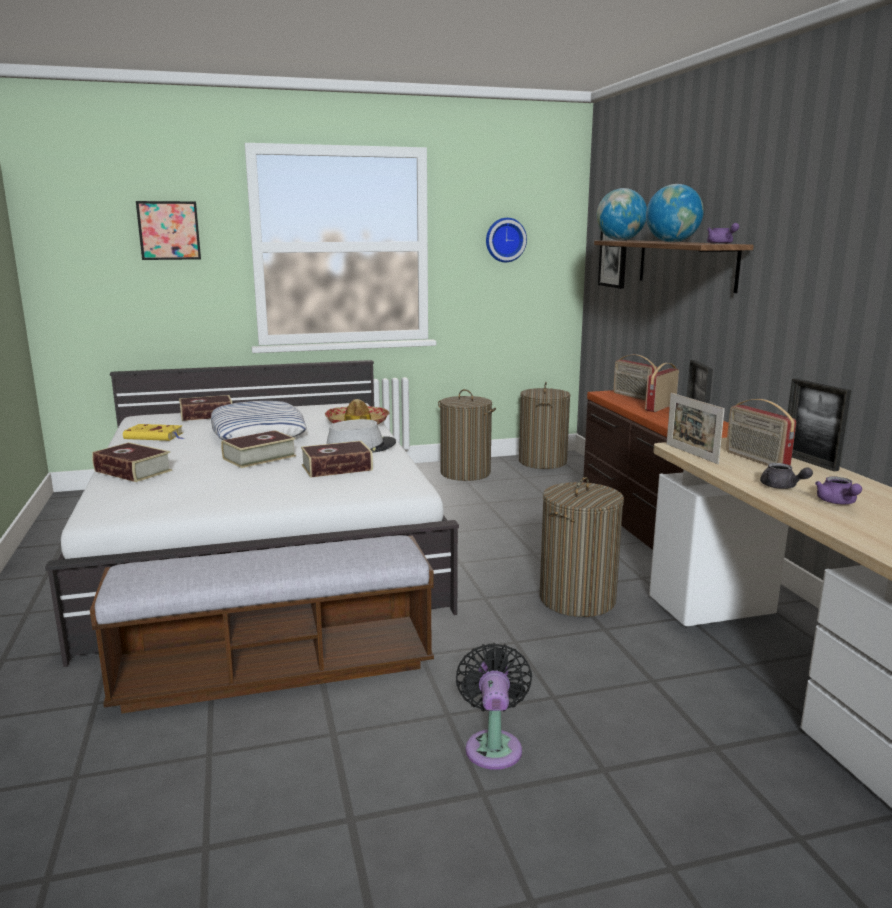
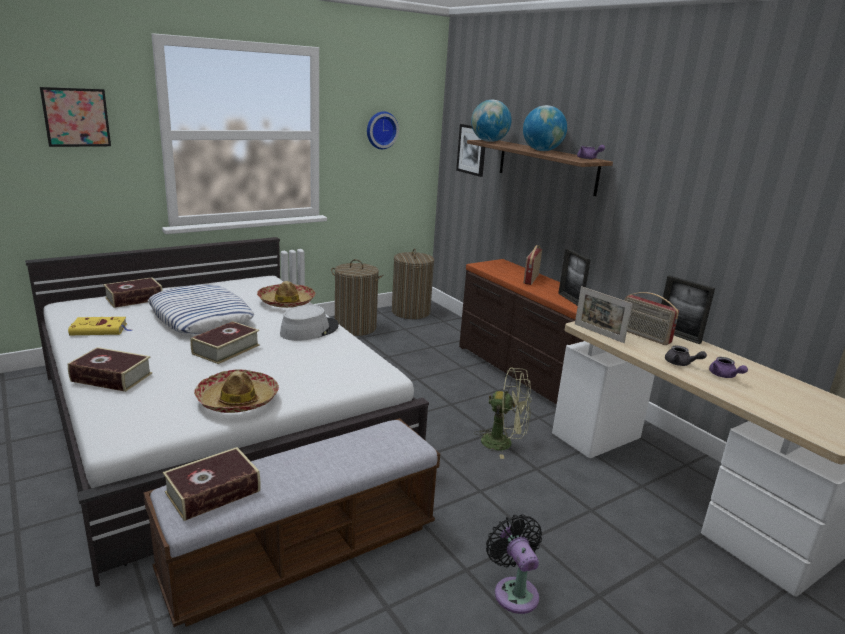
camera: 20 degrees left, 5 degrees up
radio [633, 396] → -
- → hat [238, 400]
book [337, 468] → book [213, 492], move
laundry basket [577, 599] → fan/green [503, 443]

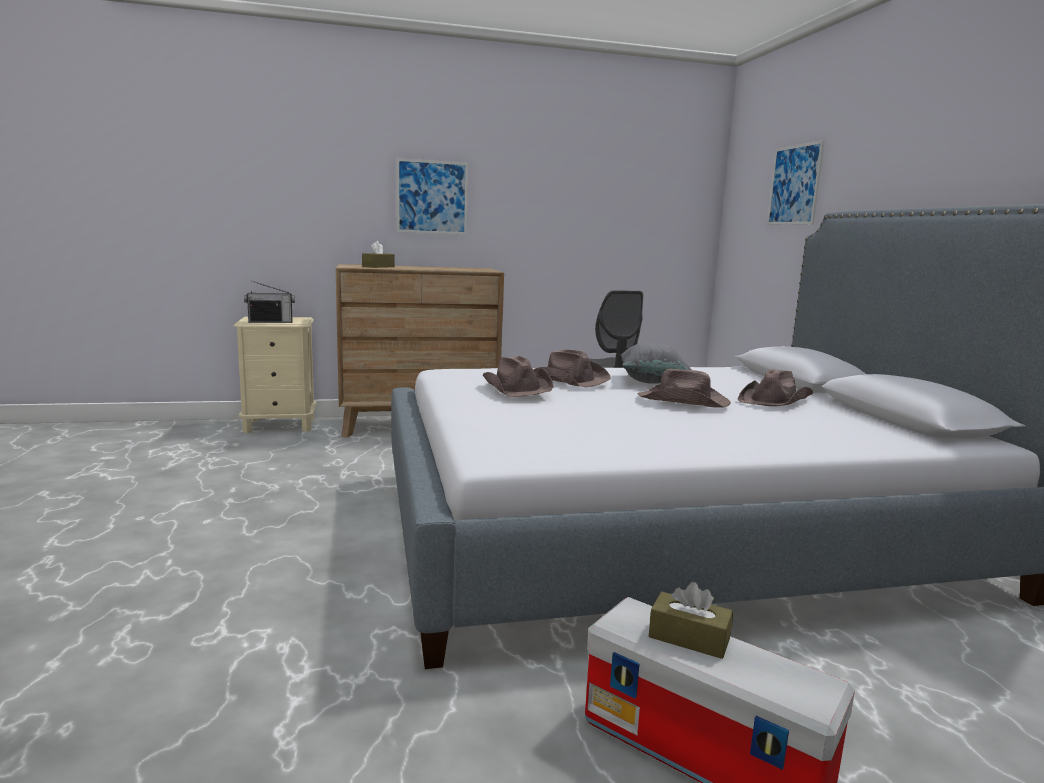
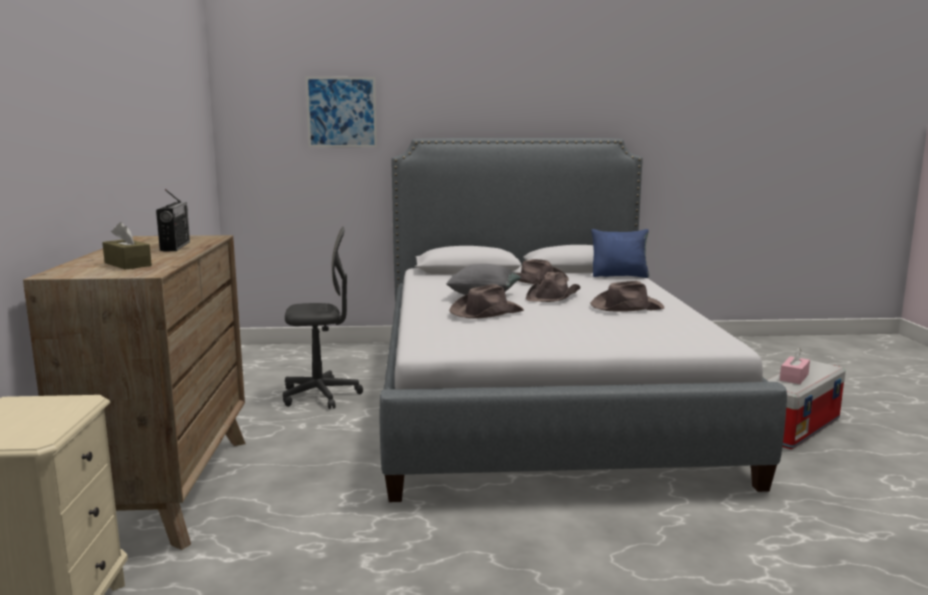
camera: 80 degrees left, 0 degrees up
picture [432, 197] → -
- → pillow/blue [619, 276]
radio [270, 322] → radio [175, 246], move
hat/brown [518, 387] → hat/brown [625, 307], move
tissue box/brown [689, 638] → tissue box/pink [794, 377]

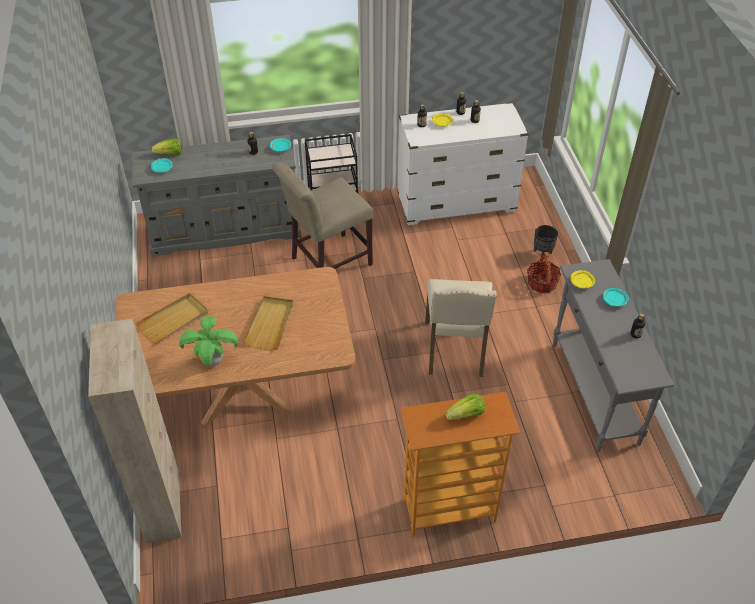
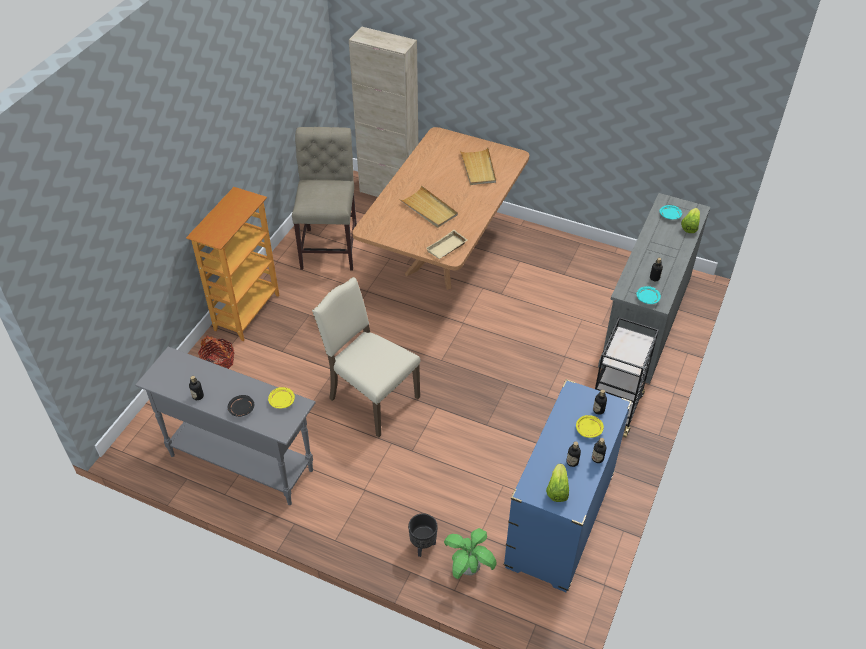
camera: 125 degrees right, 0 degrees up
- → tray/beige [447, 248]
potted plant [213, 361] → potted plant [468, 569], move
chair/beige [327, 262] → chair/beige [330, 246], move
lettuce [466, 414] → lettuce [557, 490], move
basket [542, 283] → basket [218, 362], move
dresser/white [456, 203] → dresser/blue [560, 521]
plate/turquoise [614, 300] → plate/black [241, 409]

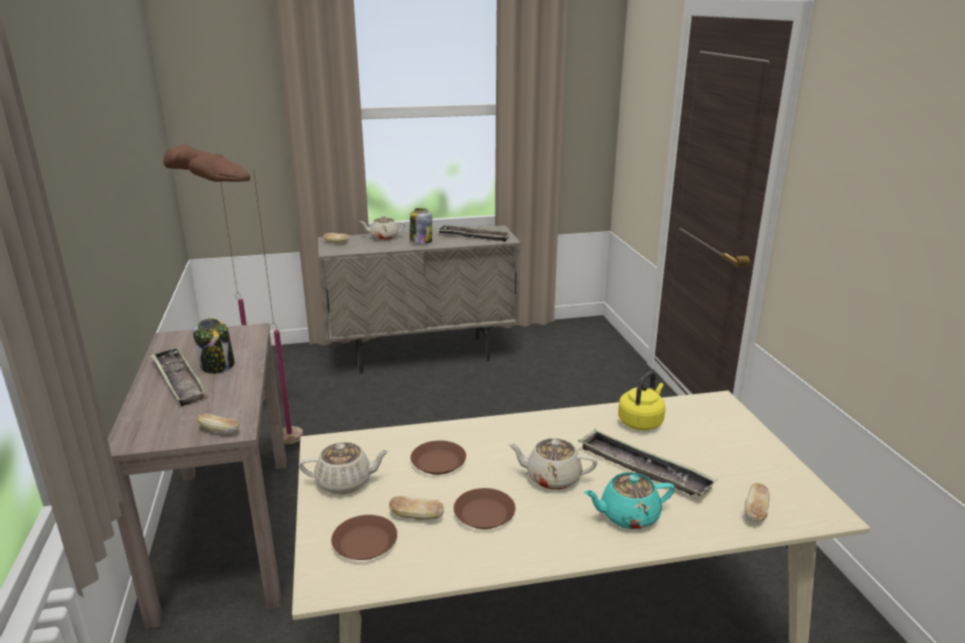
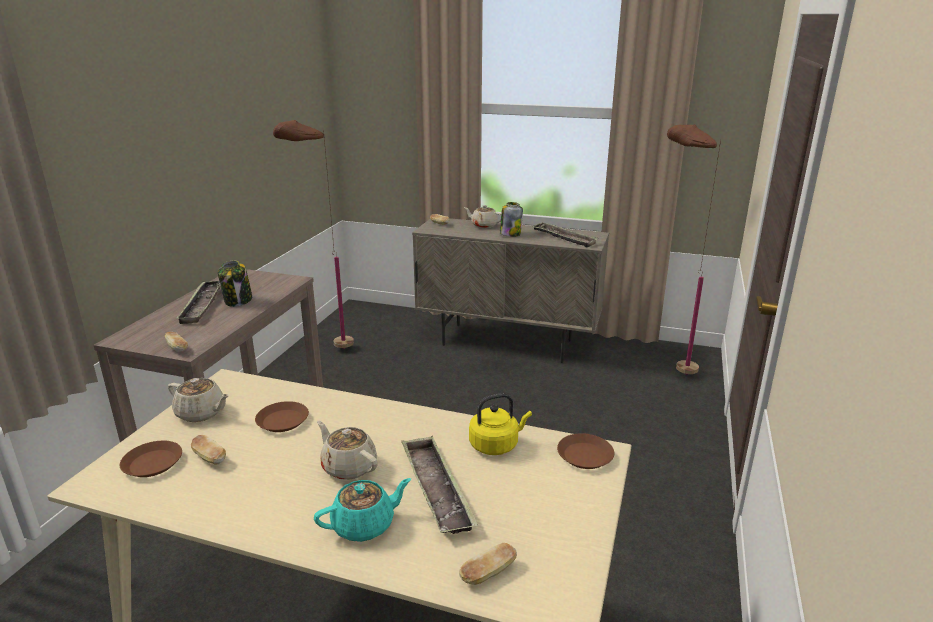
camera: 30 degrees right, 0 degrees up
floor lamp/brown [269, 442] → floor lamp/brown [668, 369], move
plate/brown [484, 513] → plate/brown [585, 455], move
teapot/turquoise [628, 516] → teapot/turquoise [364, 525], 135 degrees clockwise

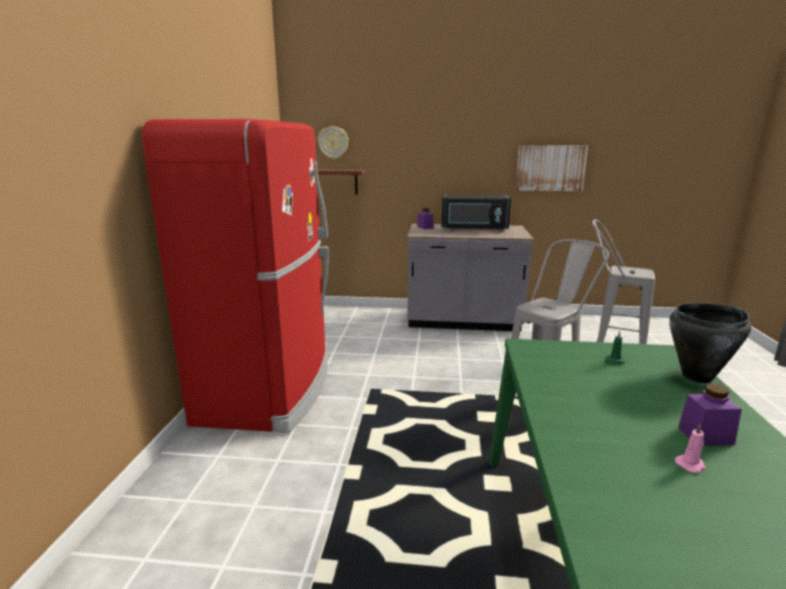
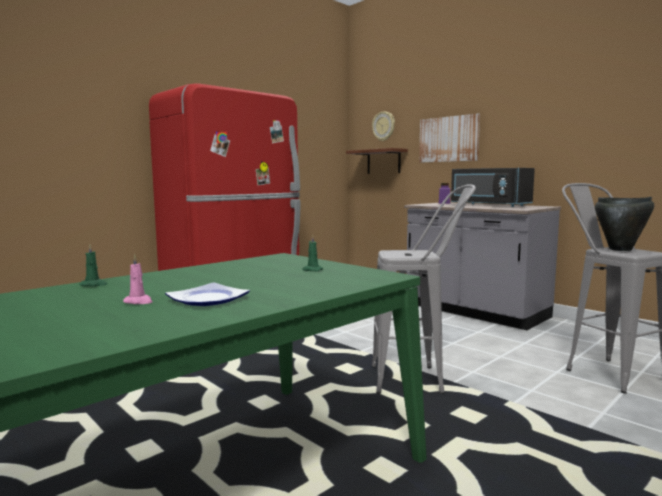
camera: 40 degrees right, 10 degrees down
- → candle/green [94, 285]
picture [550, 168] → picture [449, 139], move
cooking pot/black [697, 377] → cooking pot/black [620, 249], move
jar/purple [705, 436] → plate [206, 299]

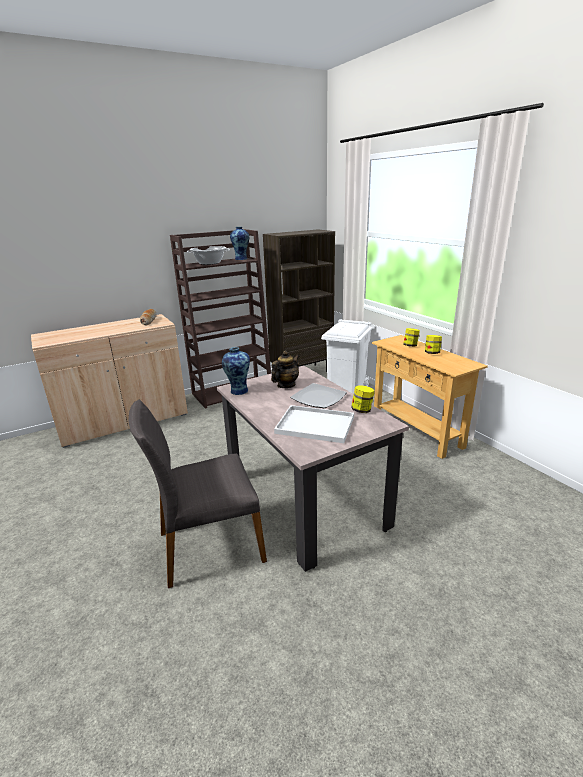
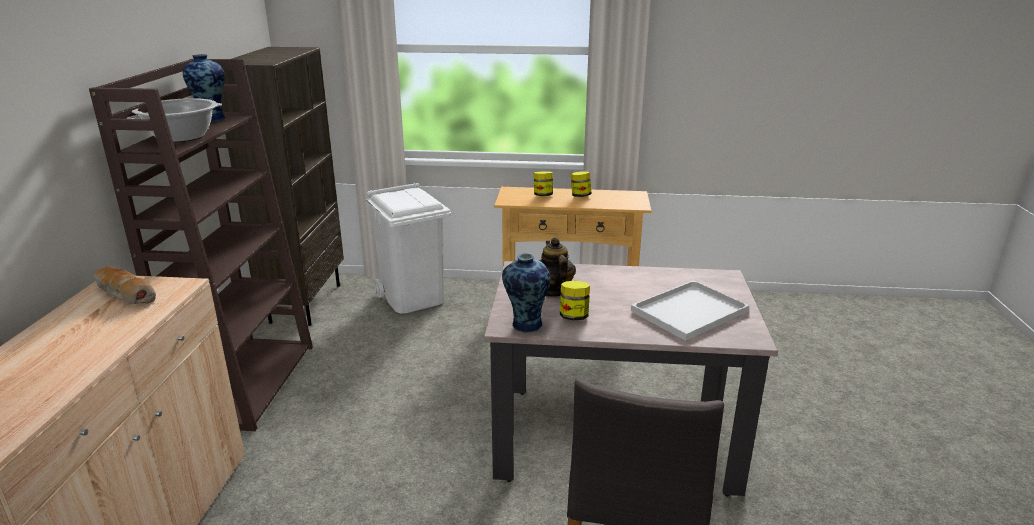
camera: 55 degrees left, 0 degrees up
plate [318, 398] → -
jar [362, 410] → jar [574, 317], move

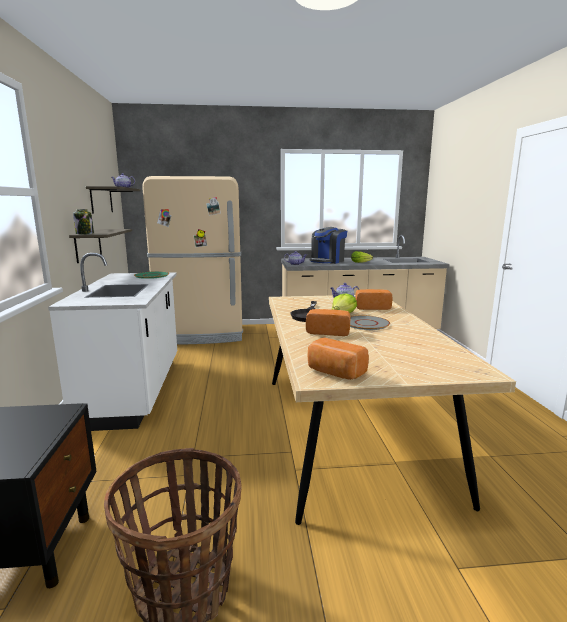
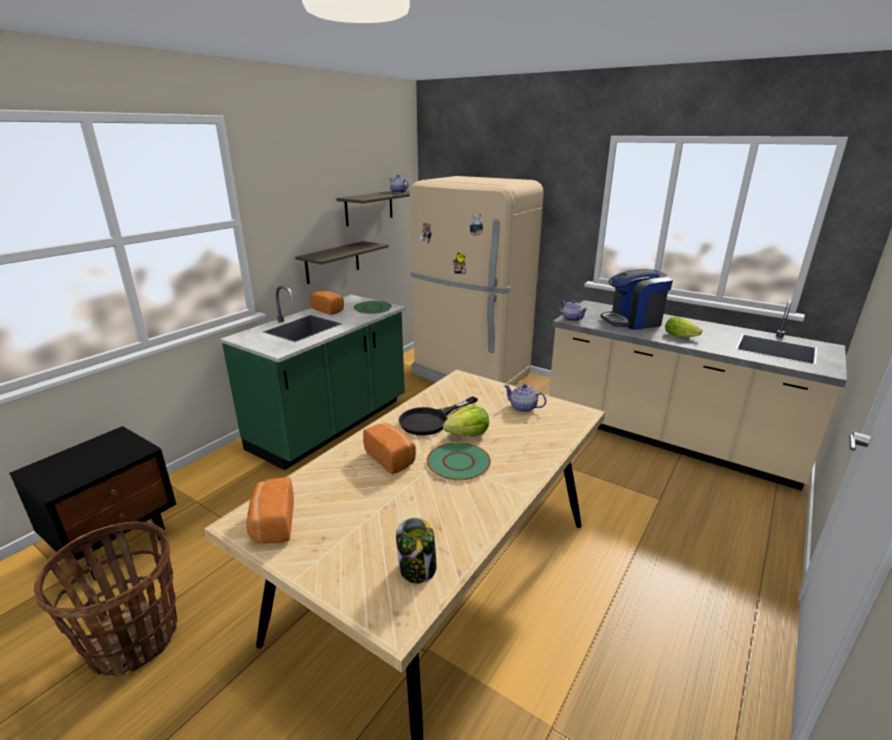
camera: 40 degrees right, 10 degrees up
jar [85, 233] → jar [418, 568], move
bread [372, 307] → bread [329, 310], move
counter/white [135, 390] → counter/green [331, 425]
plate/grey [366, 323] → plate/green [459, 462]

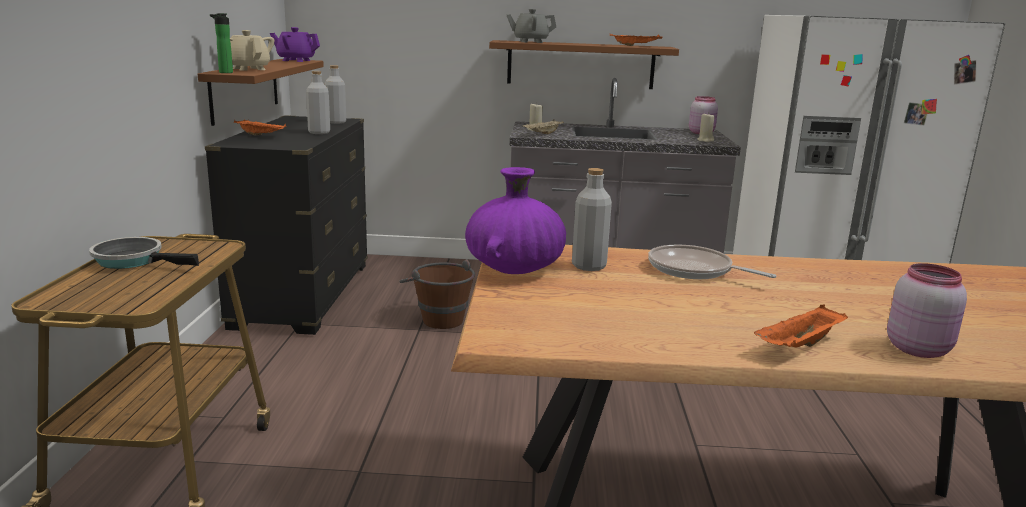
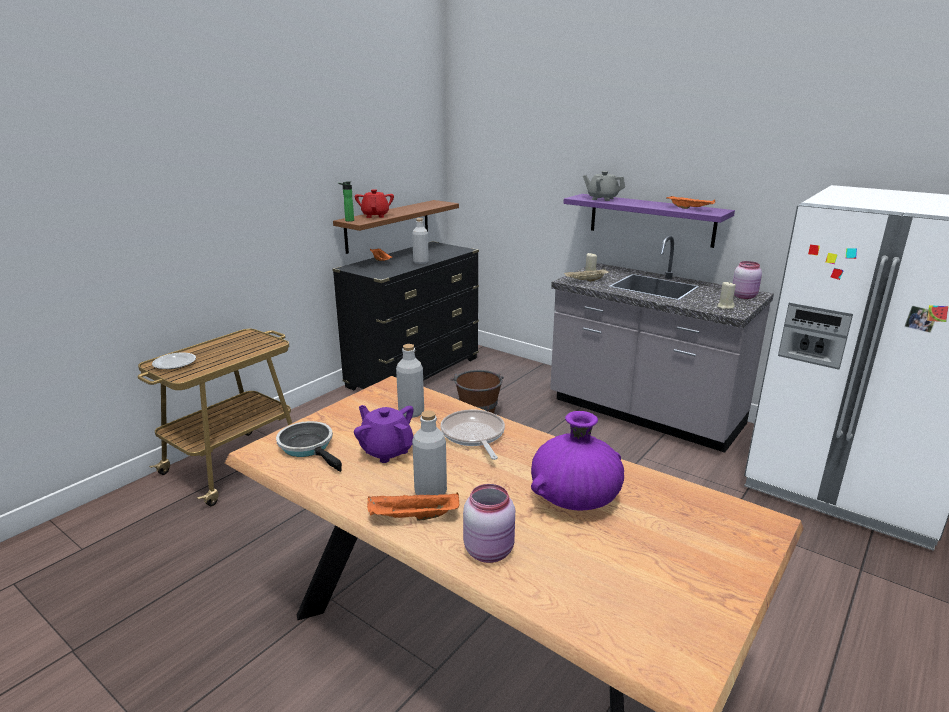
camera: 35 degrees right, 5 degrees up
- → plate [175, 363]
frying pan [134, 260] → frying pan [309, 447], move
teapot/purple [296, 60] → teapot/purple [386, 451], move
bottle/grey [336, 122] → bottle/grey [430, 493], move
vase/purple [514, 269] → vase/purple [574, 498], move
teapot/beige [249, 69] → teapot/red [375, 216]
shelf/brown [580, 65] → shelf/purple [651, 220]

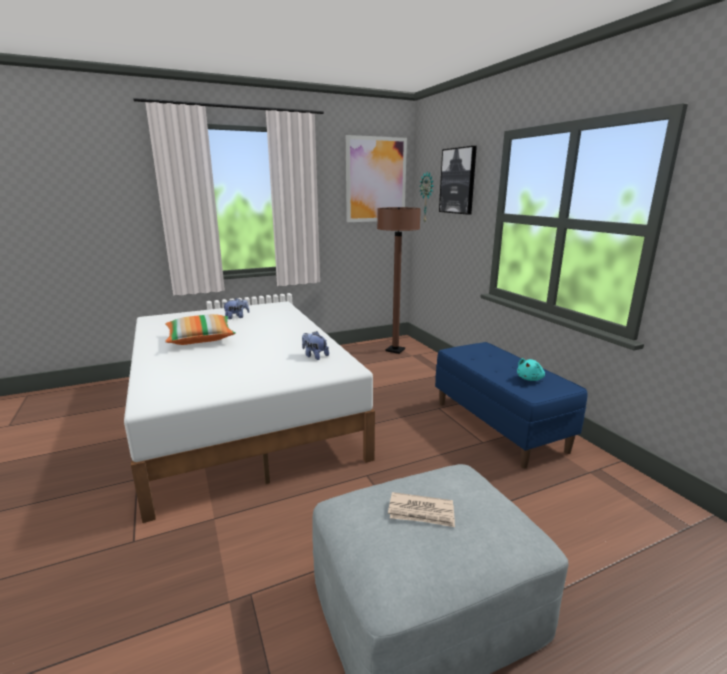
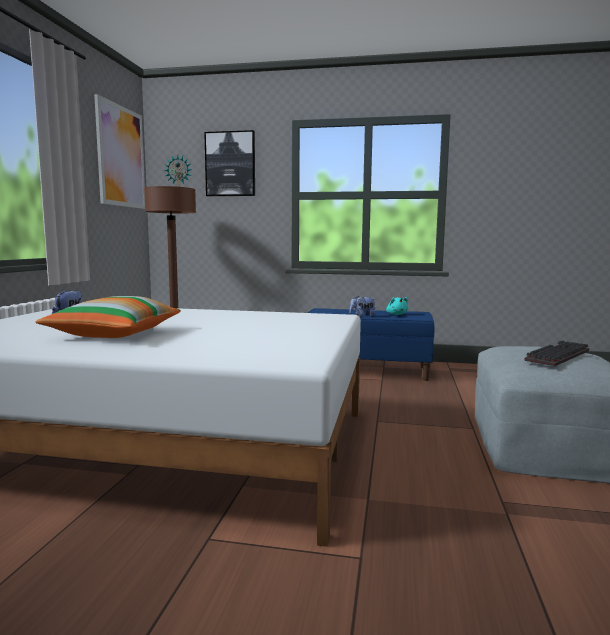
camera: 55 degrees left, 10 degrees down
plush toy [314, 356] → plush toy [362, 316], move
newspaper [421, 512] → keyboard [556, 355]

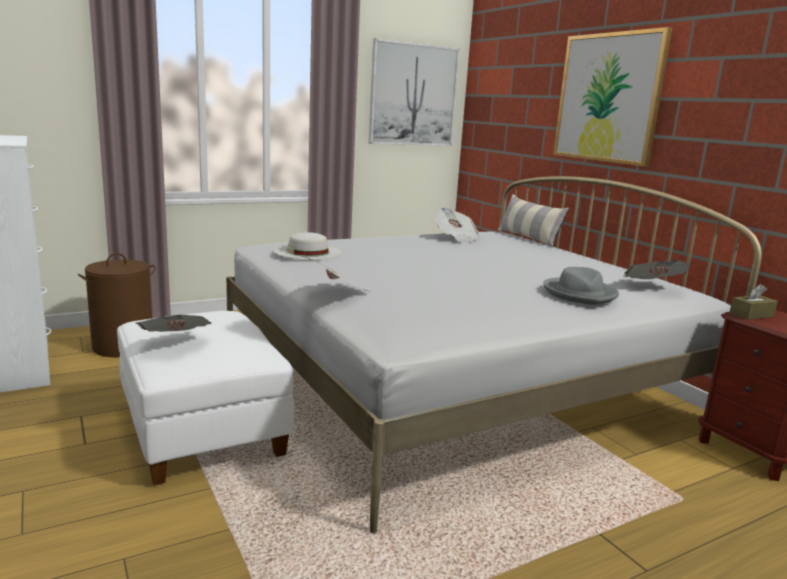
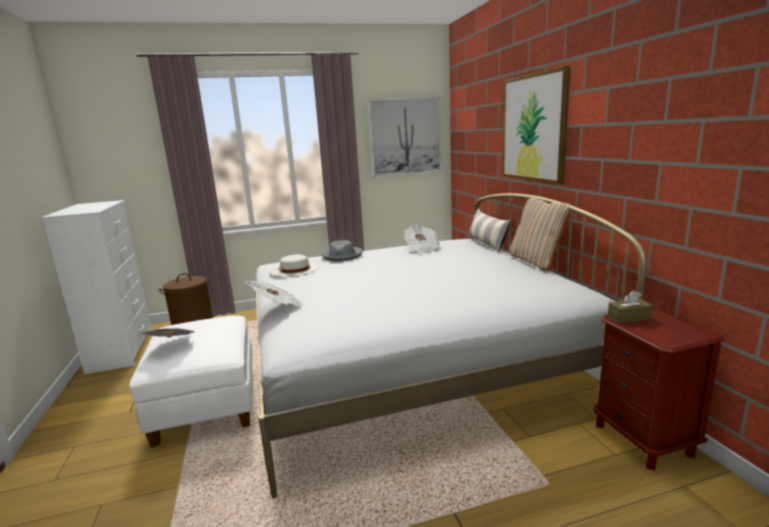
camera: 15 degrees right, 0 degrees up
newspaper [652, 286] → -
- → pillow/beige [537, 262]
hat/grey [580, 294] → hat/grey [342, 255], move

